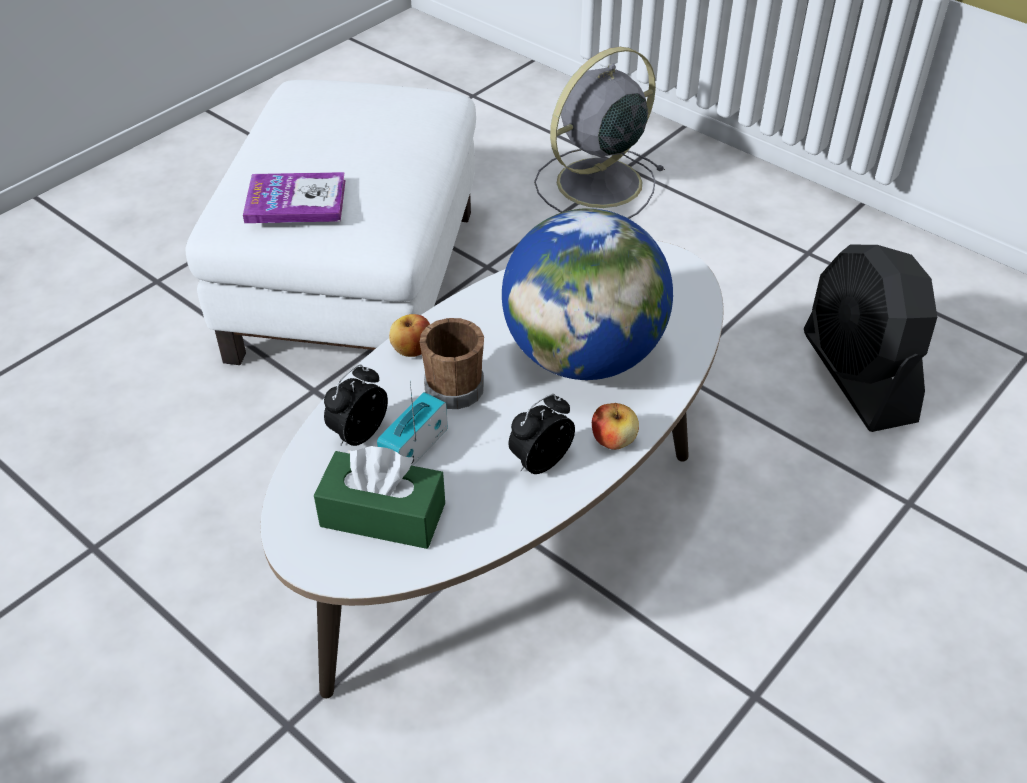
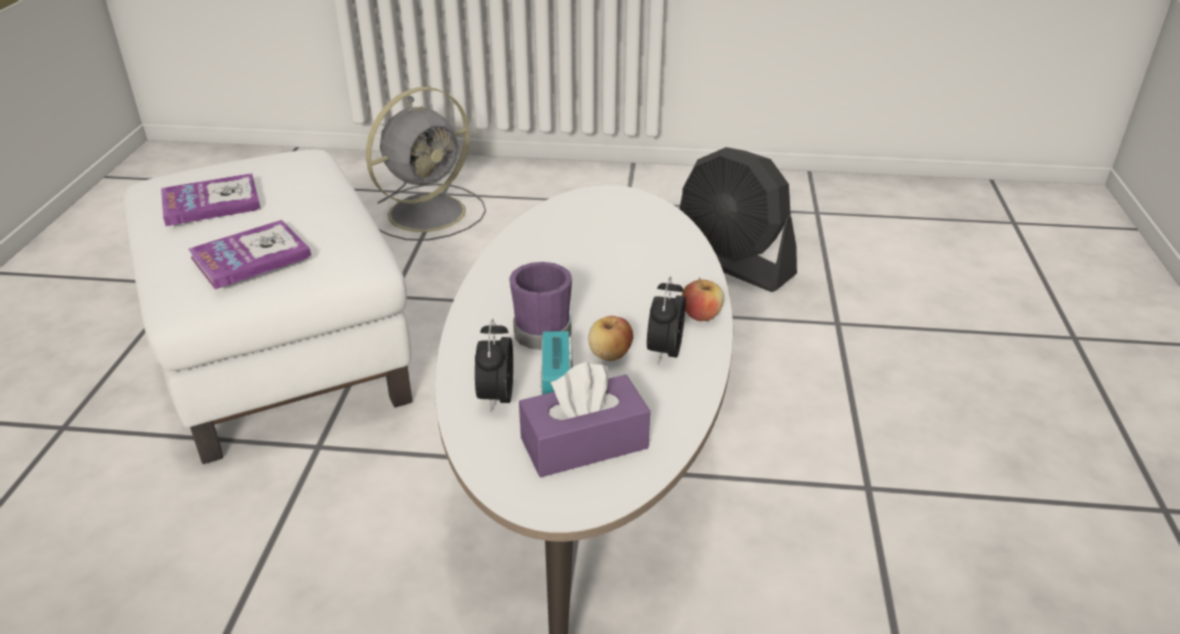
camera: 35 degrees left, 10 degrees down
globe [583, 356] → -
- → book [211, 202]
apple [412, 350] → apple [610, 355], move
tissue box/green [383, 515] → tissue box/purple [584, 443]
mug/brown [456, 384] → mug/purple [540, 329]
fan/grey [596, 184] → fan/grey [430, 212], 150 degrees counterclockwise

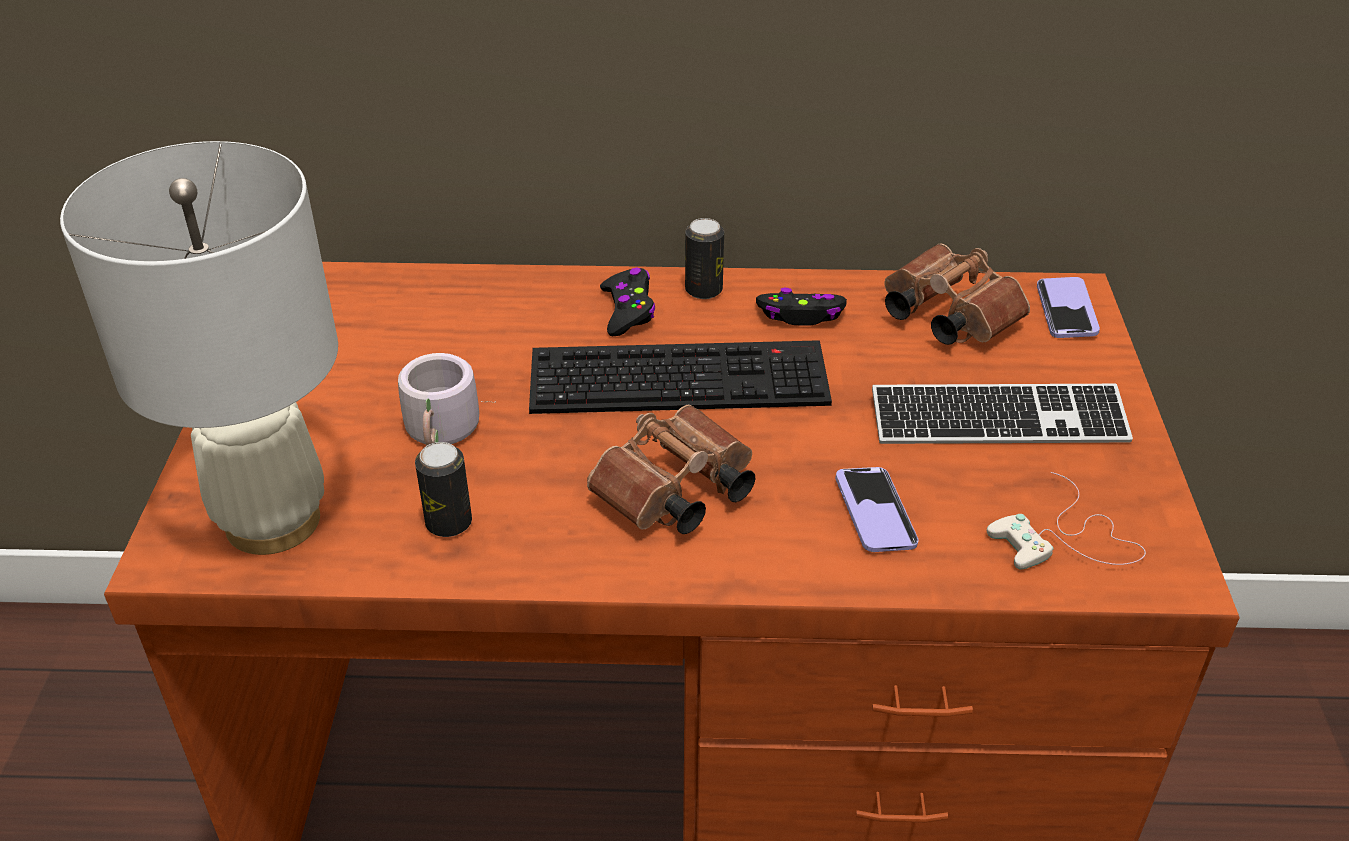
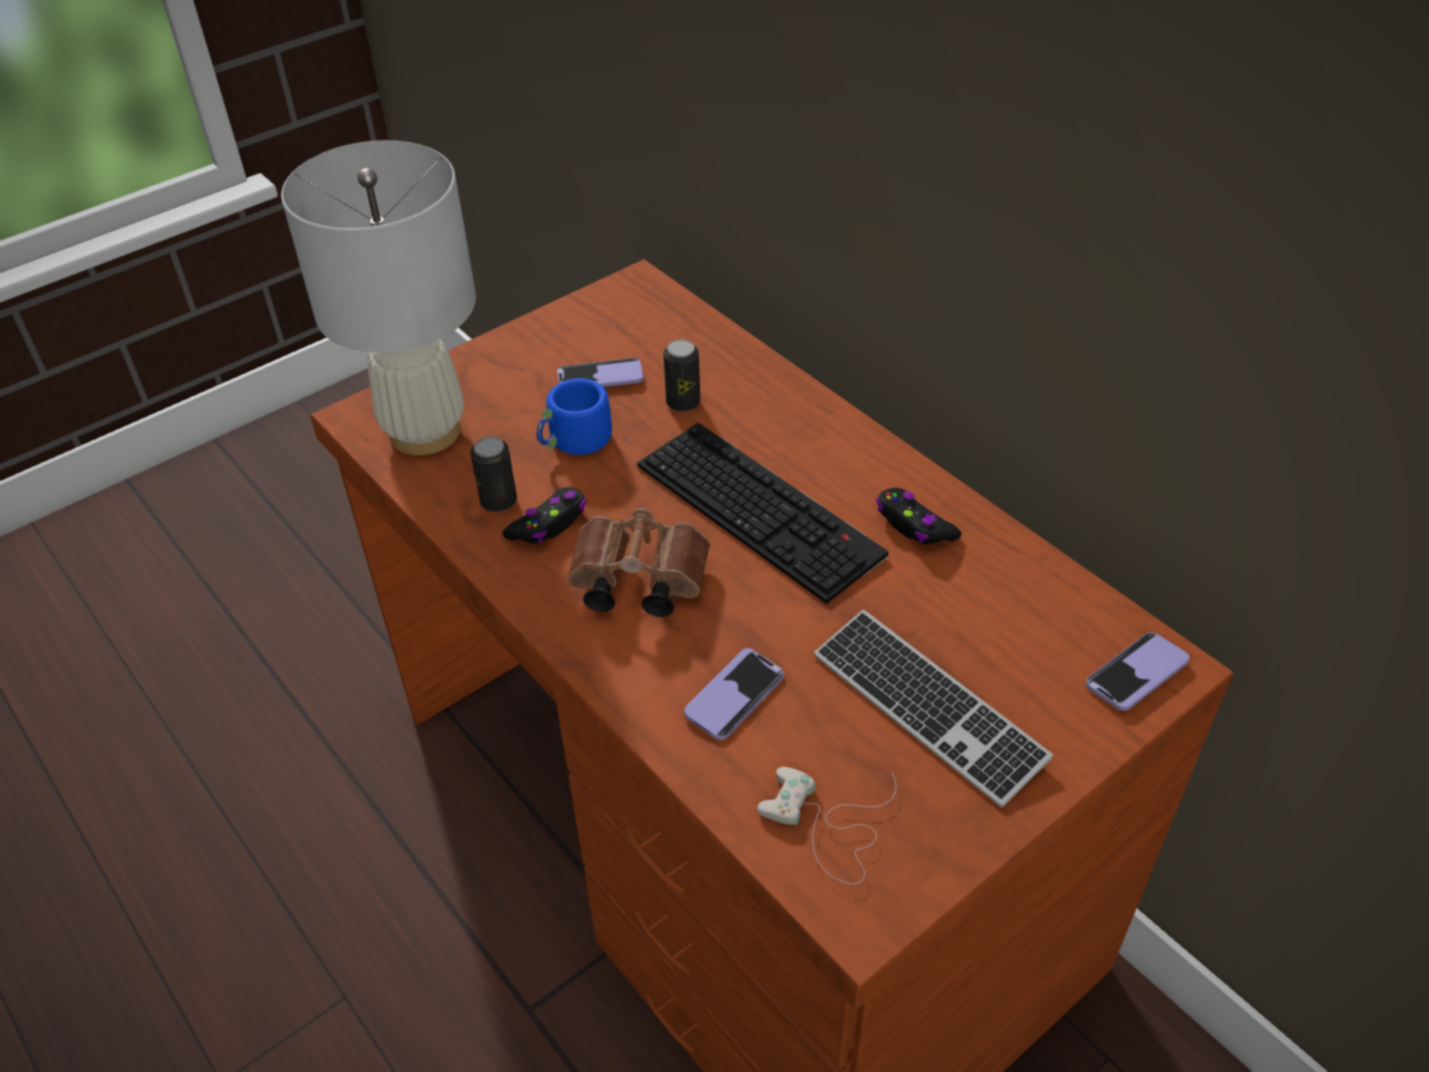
camera: 50 degrees right, 5 degrees up
binoculars/brown [944, 316] → -
- → phone [600, 377]
game controller/black [628, 310] → game controller/black [549, 524], move
can [703, 290] → can [683, 402], move
mug/grey [445, 432] → mug/blue [577, 443]

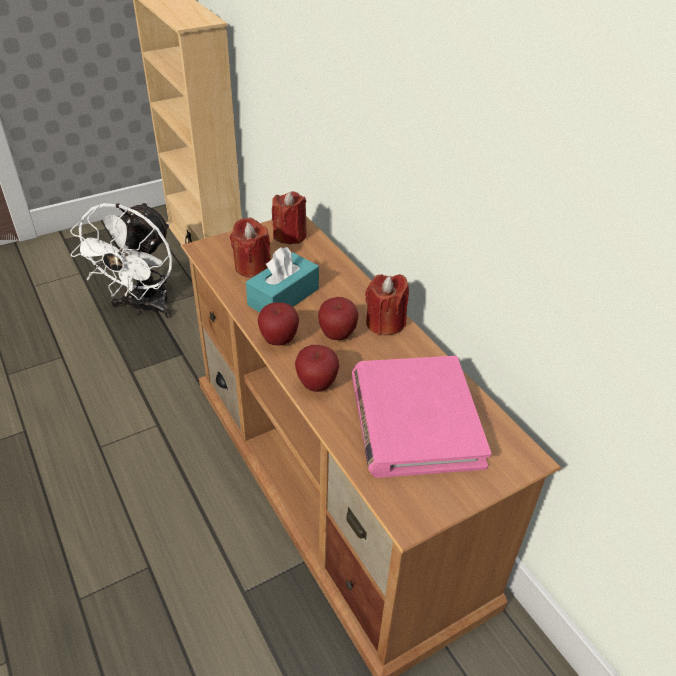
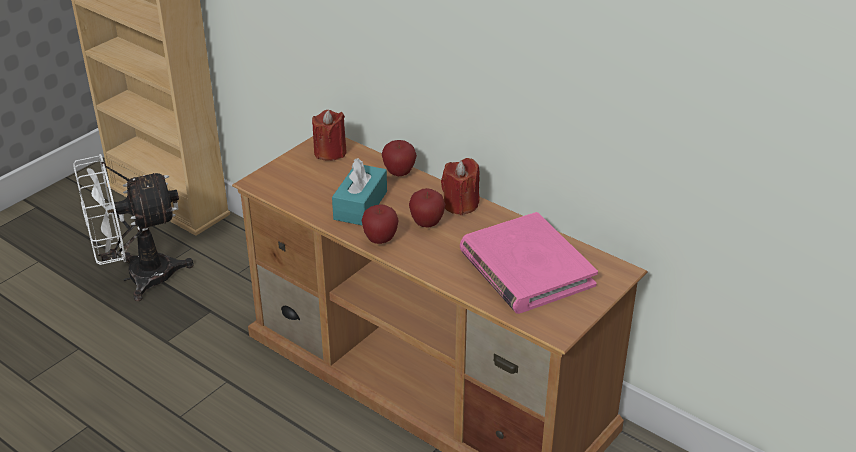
camera: 20 degrees left, 5 degrees down
candle/red [252, 267] → -
apple [317, 385] → apple [399, 173], move
fan/white [143, 307] → fan/white [138, 278], 75 degrees clockwise

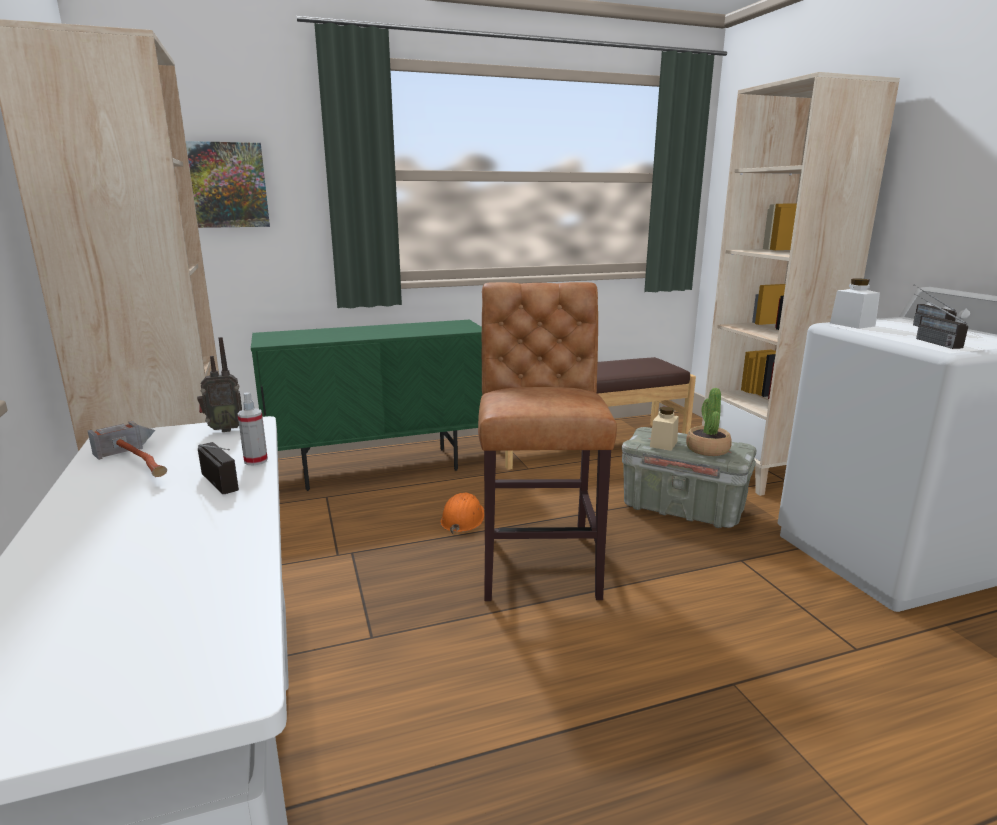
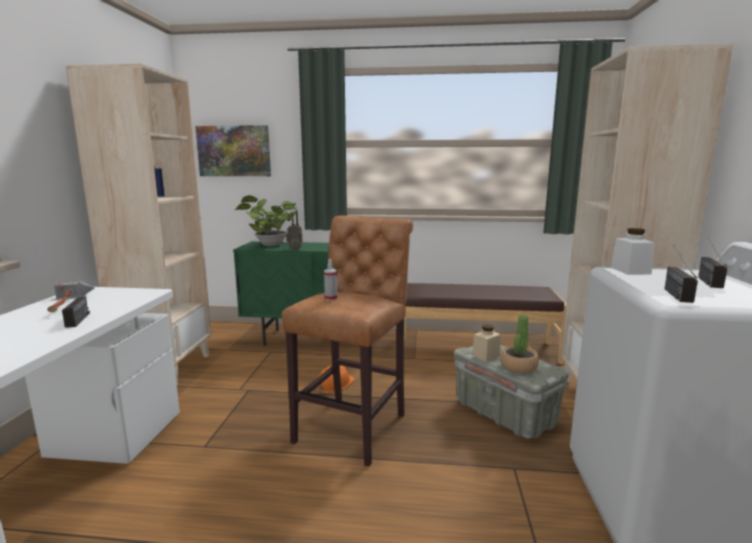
camera: 25 degrees right, 5 degrees down
- → potted plant [269, 245]
radio [224, 429] → radio [295, 249], move
spray bottle [256, 461] → spray bottle [331, 299], move

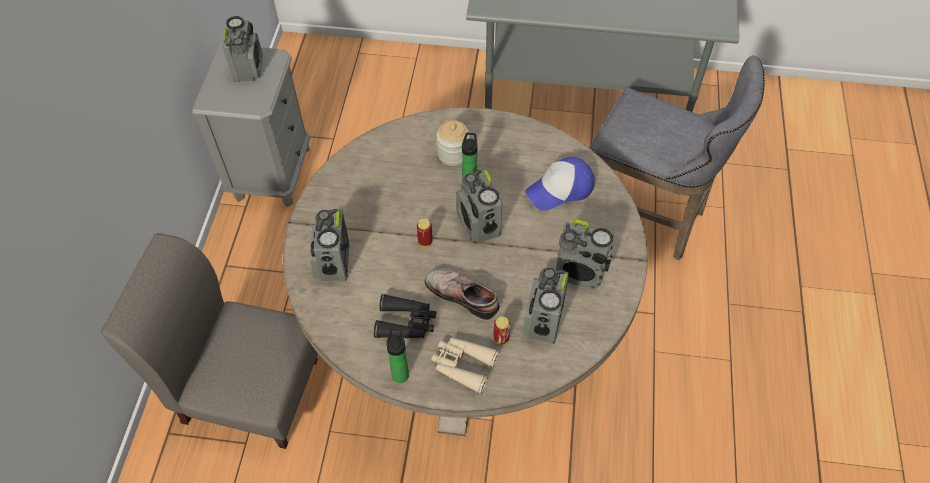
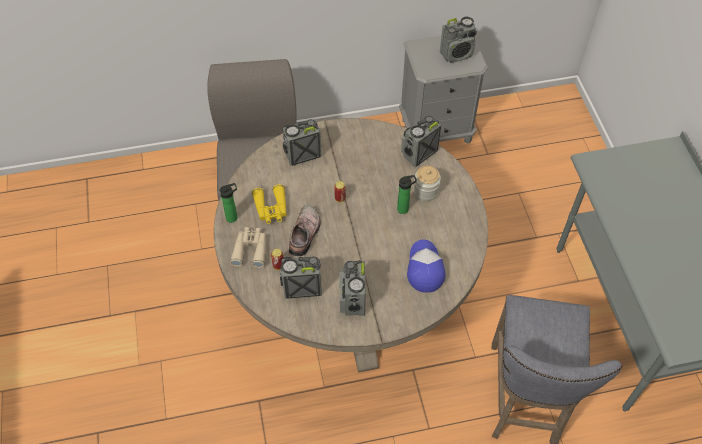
camera: 70 degrees right, 0 degrees up
radio [478, 225] → radio [418, 153], move
binoculars/black [406, 323] → binoculars/yellow [271, 209]
cap [560, 189] → cap [424, 268], 45 degrees clockwise

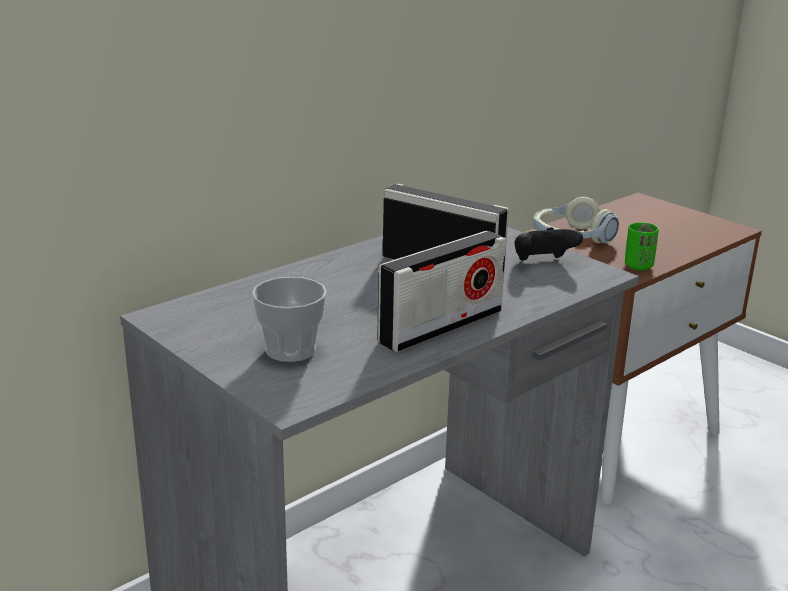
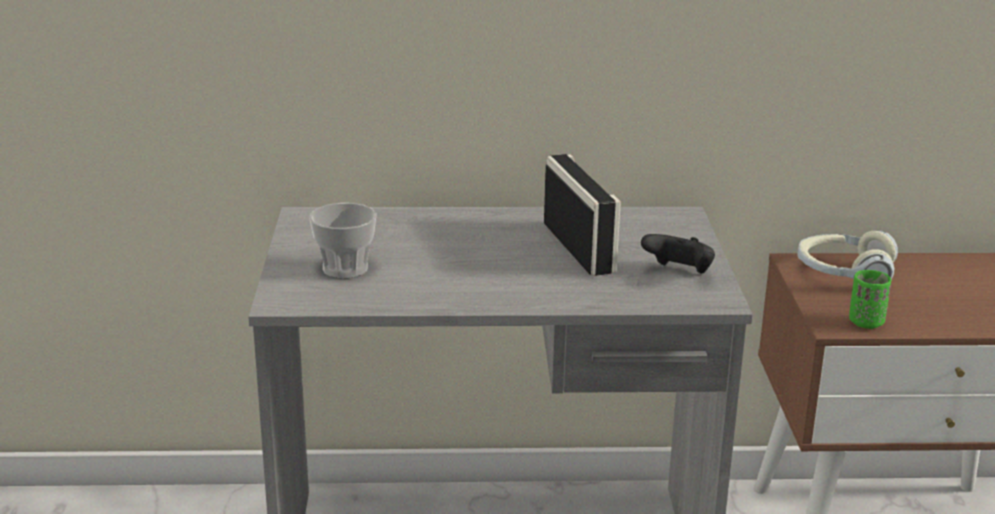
camera: 40 degrees right, 0 degrees up
radio [441, 327] → -

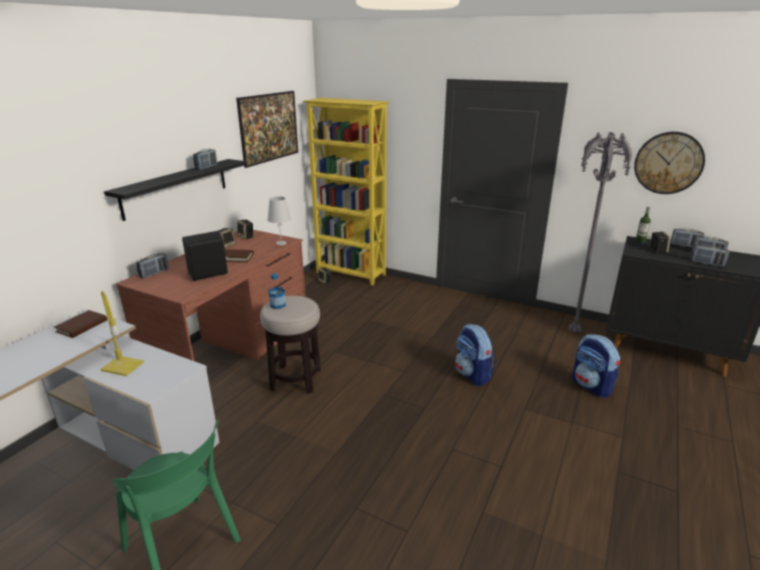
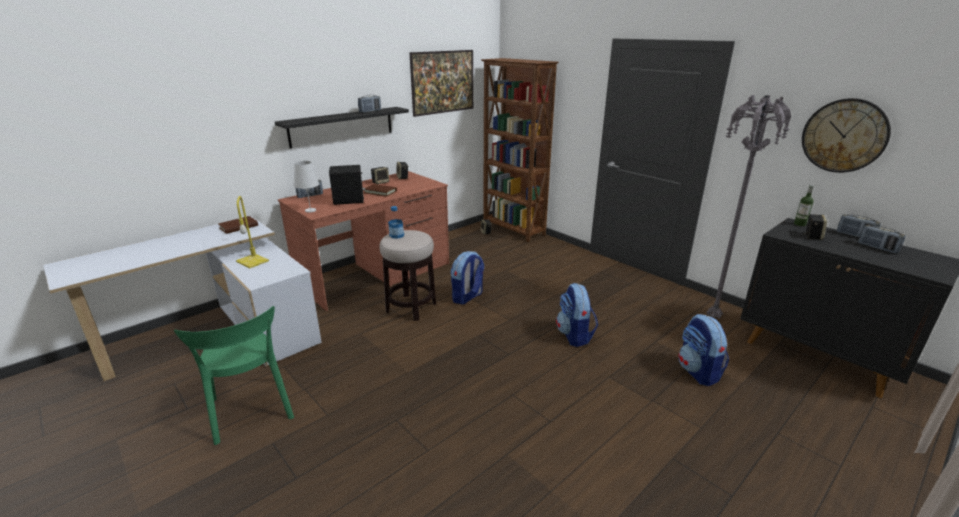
camera: 20 degrees right, 0 degrees up
radio [707, 263] → -
- → backpack [467, 297]
table lamp/white [281, 243] → table lamp/white [310, 210], move
bookcase/yellow [351, 274] → bookcase/brown [513, 230]

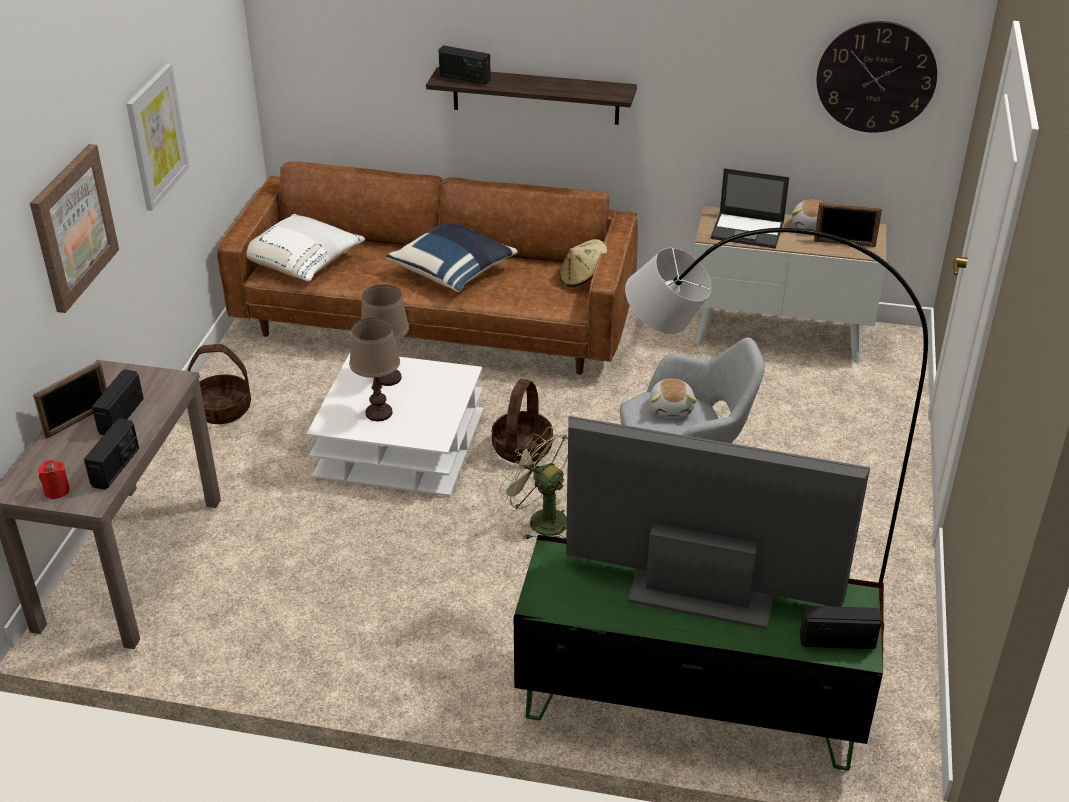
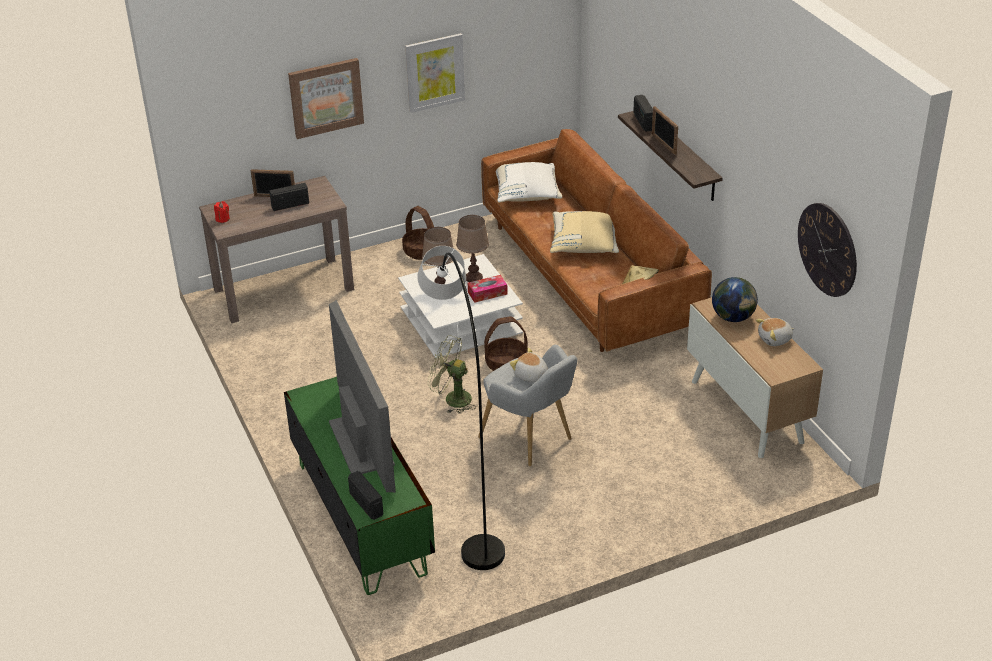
camera: 55 degrees right, 0 degrees up
radio [116, 467] → -
- → tissue box [487, 293]
picture frame [844, 243] → picture frame [663, 144], move
laptop [748, 230] → globe [733, 317]
pillow/blue [453, 272] → pillow/beige [584, 245]
fan/green [540, 520] → fan/green [452, 399], 75 degrees counterclockwise
plush toy [672, 408] → plush toy [530, 376], 75 degrees clockwise

